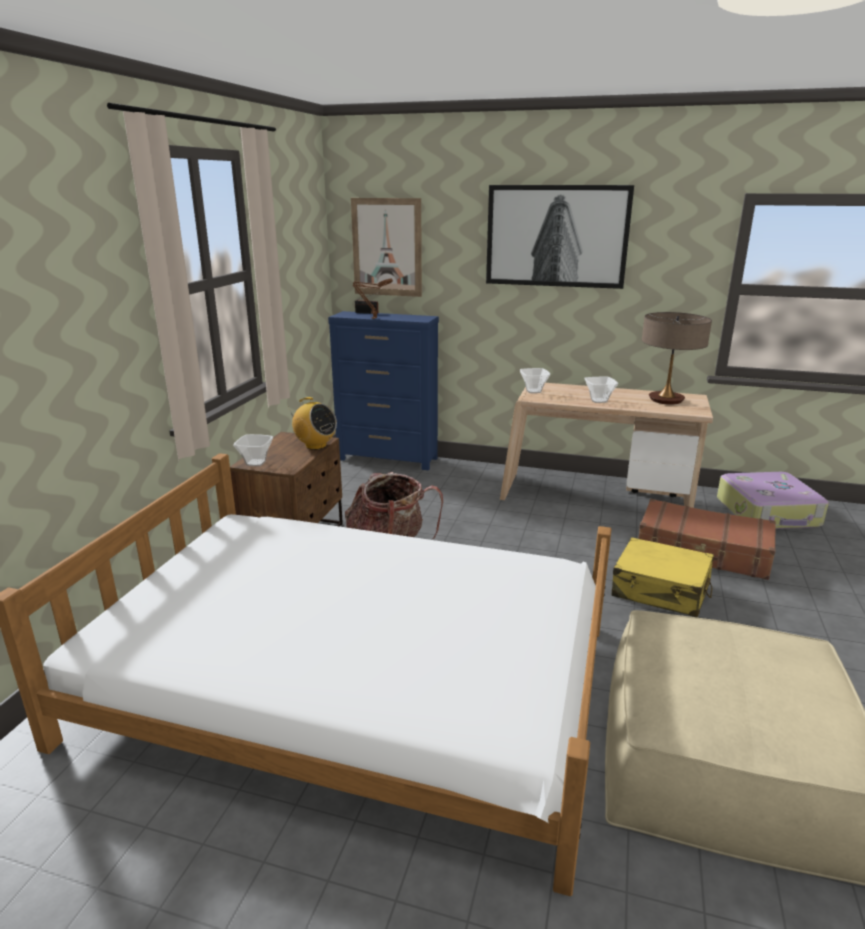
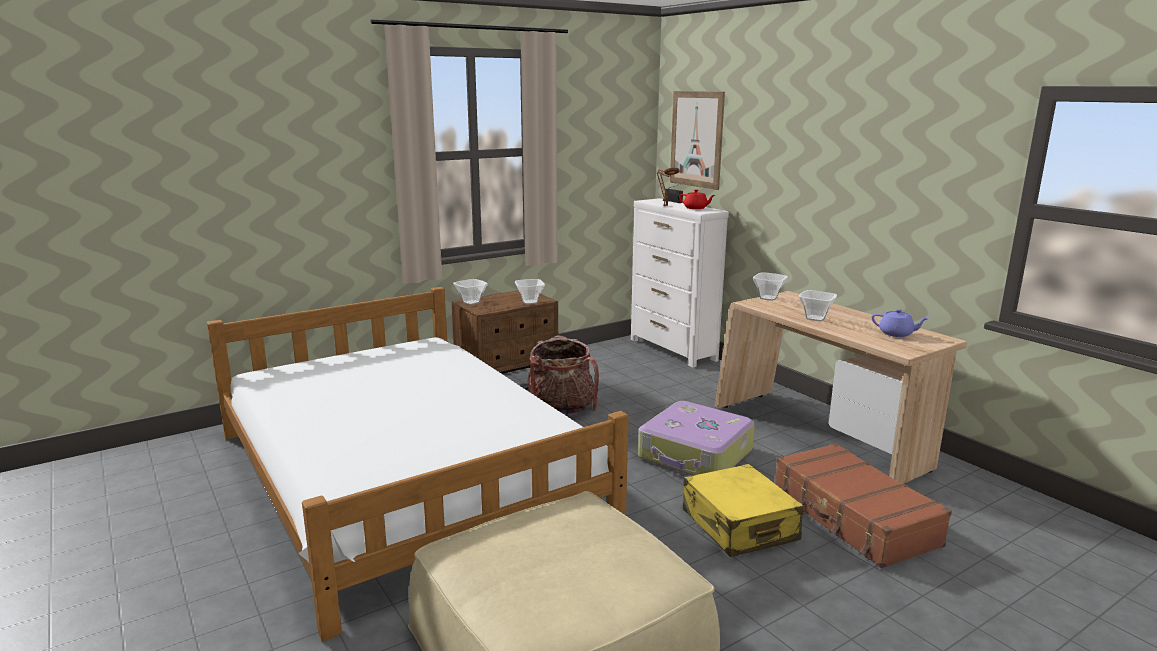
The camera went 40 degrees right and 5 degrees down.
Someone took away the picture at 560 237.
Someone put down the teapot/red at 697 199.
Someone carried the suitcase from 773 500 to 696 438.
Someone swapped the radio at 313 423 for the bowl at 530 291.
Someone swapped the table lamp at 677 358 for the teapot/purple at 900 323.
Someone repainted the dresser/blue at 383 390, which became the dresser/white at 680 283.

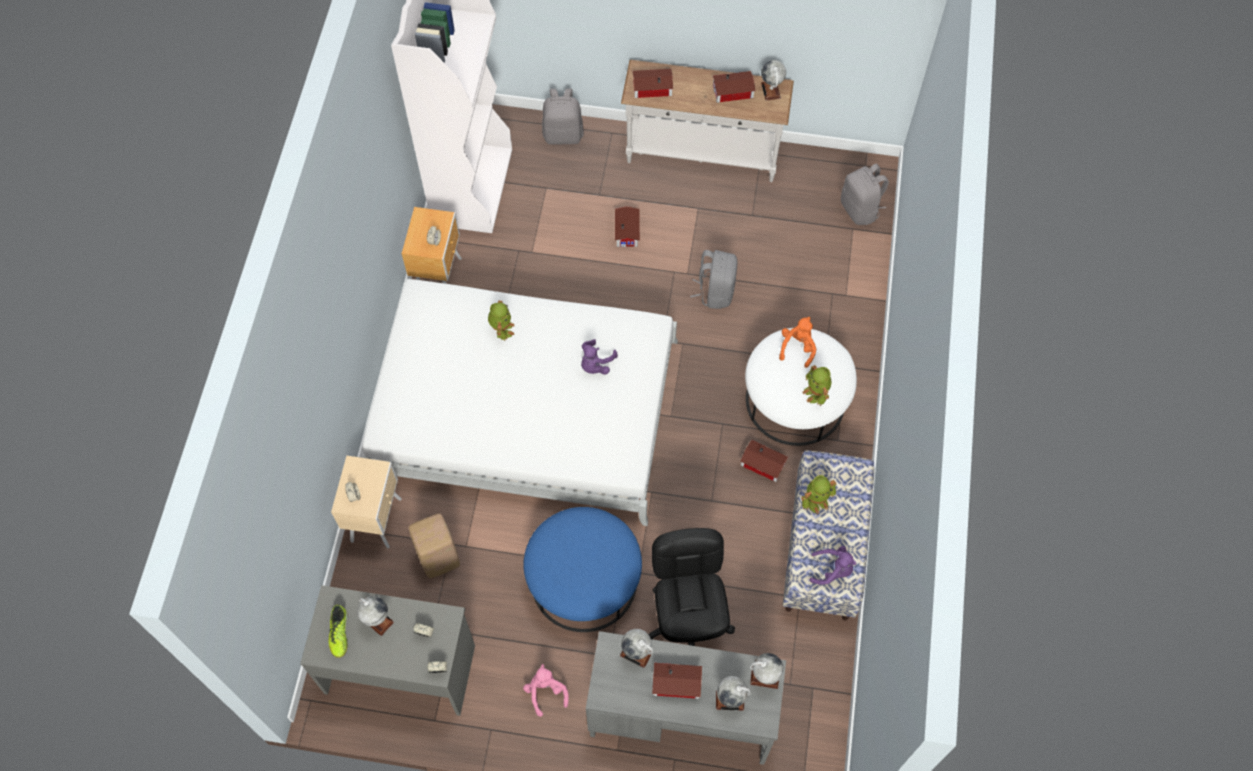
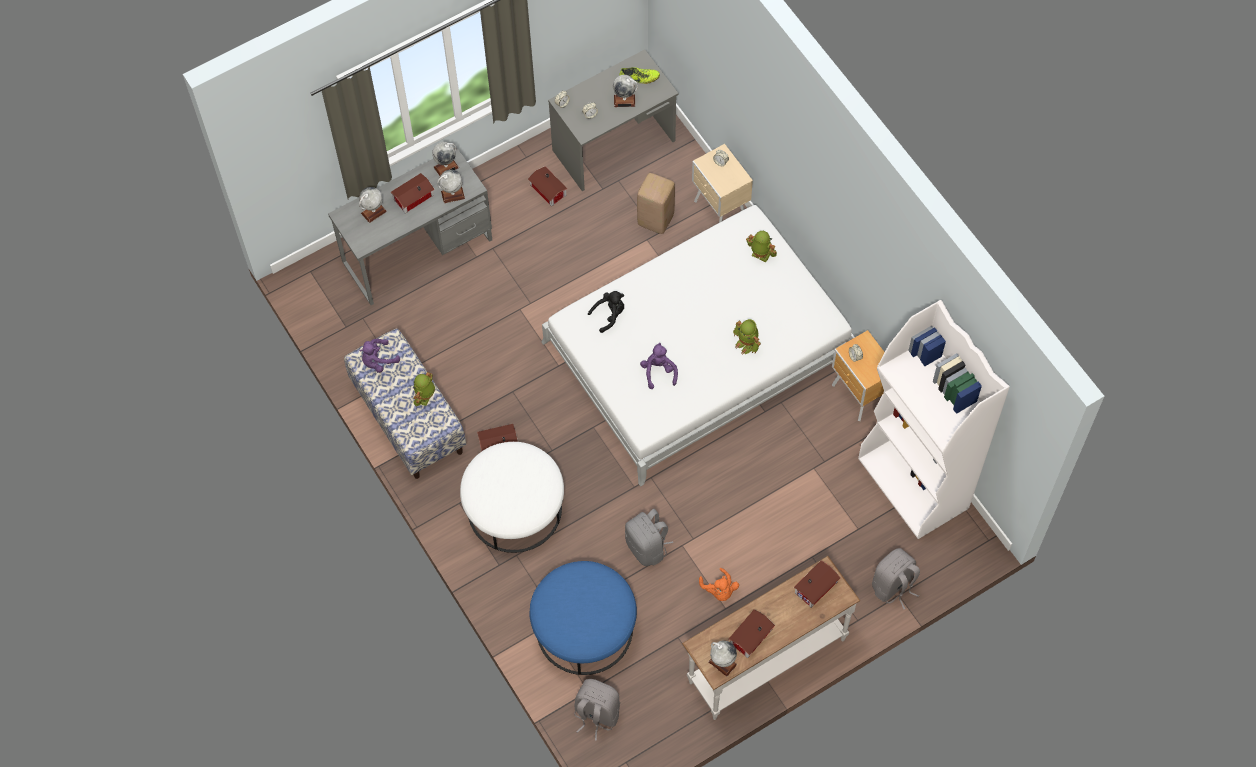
The camera went 140 degrees right and 0 degrees up.
Someone took away the plush toy/pink at 546 690.
Someone took away the office chair/black at 691 587.
Someone put down the plush toy/black at 606 312.
Someone carried the ottoman/blue from 582 569 to 583 618.
Someone carried the toy house from 627 226 to 548 186.
Someone carried the globe from 767 671 to 445 159.
Someone carried the plush toy/orange from 797 342 to 719 584.
Someone carried the toy robot from 816 385 to 761 246.
Someone rotated the shoe at 338 631 by 135 degrees clockwise.

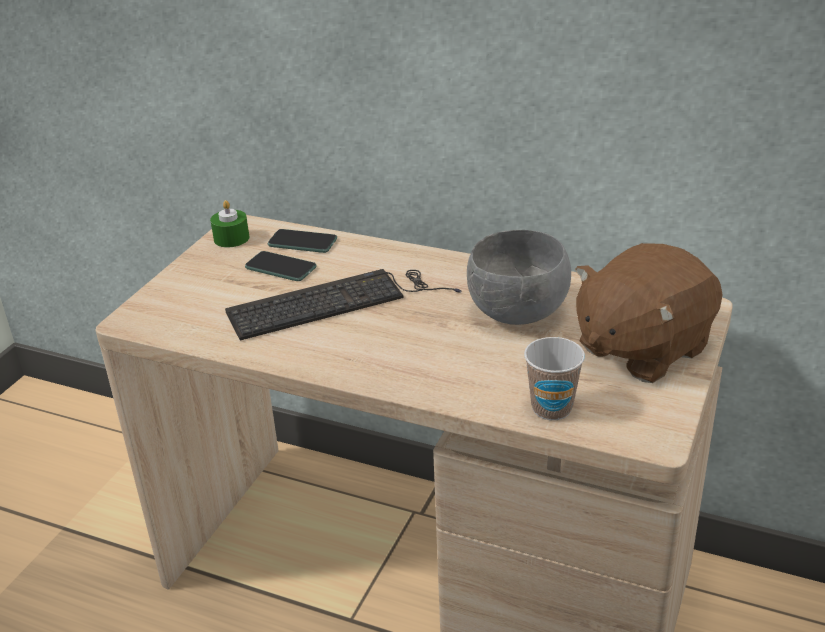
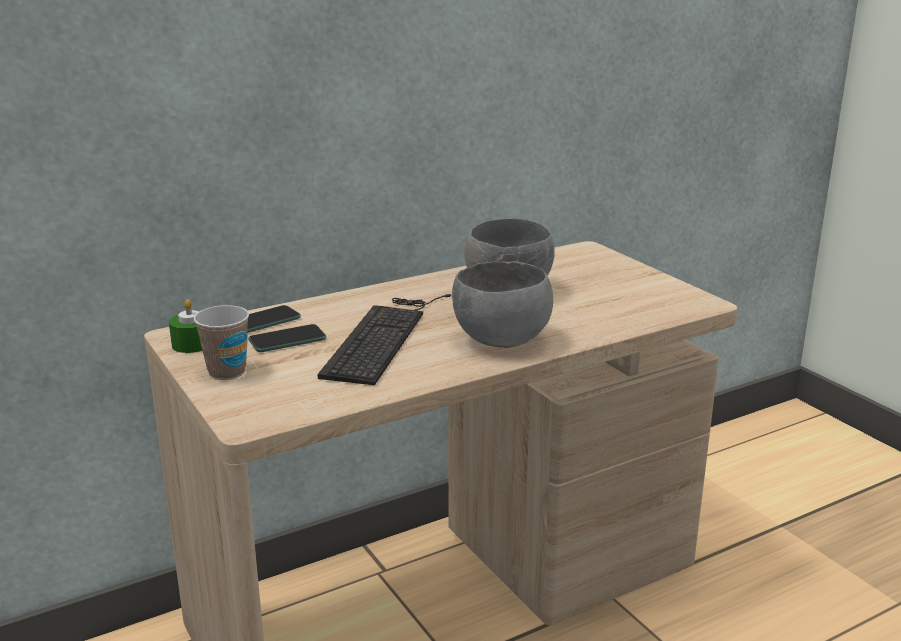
The camera went 55 degrees left and 10 degrees down.
Someone took away the plush toy/brown at 649 313.
Someone put down the bowl/grey at 502 304.
Someone carried the cup from 554 378 to 221 342.

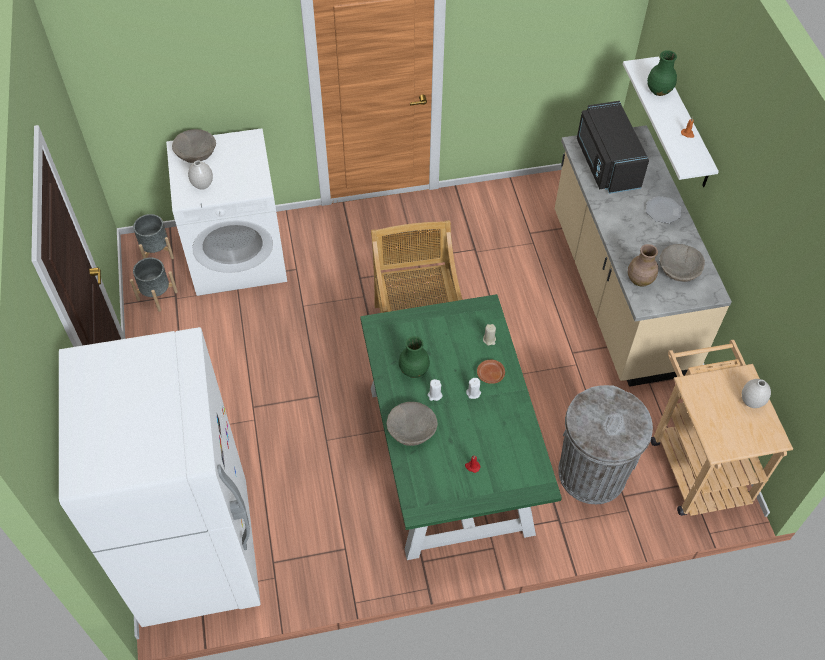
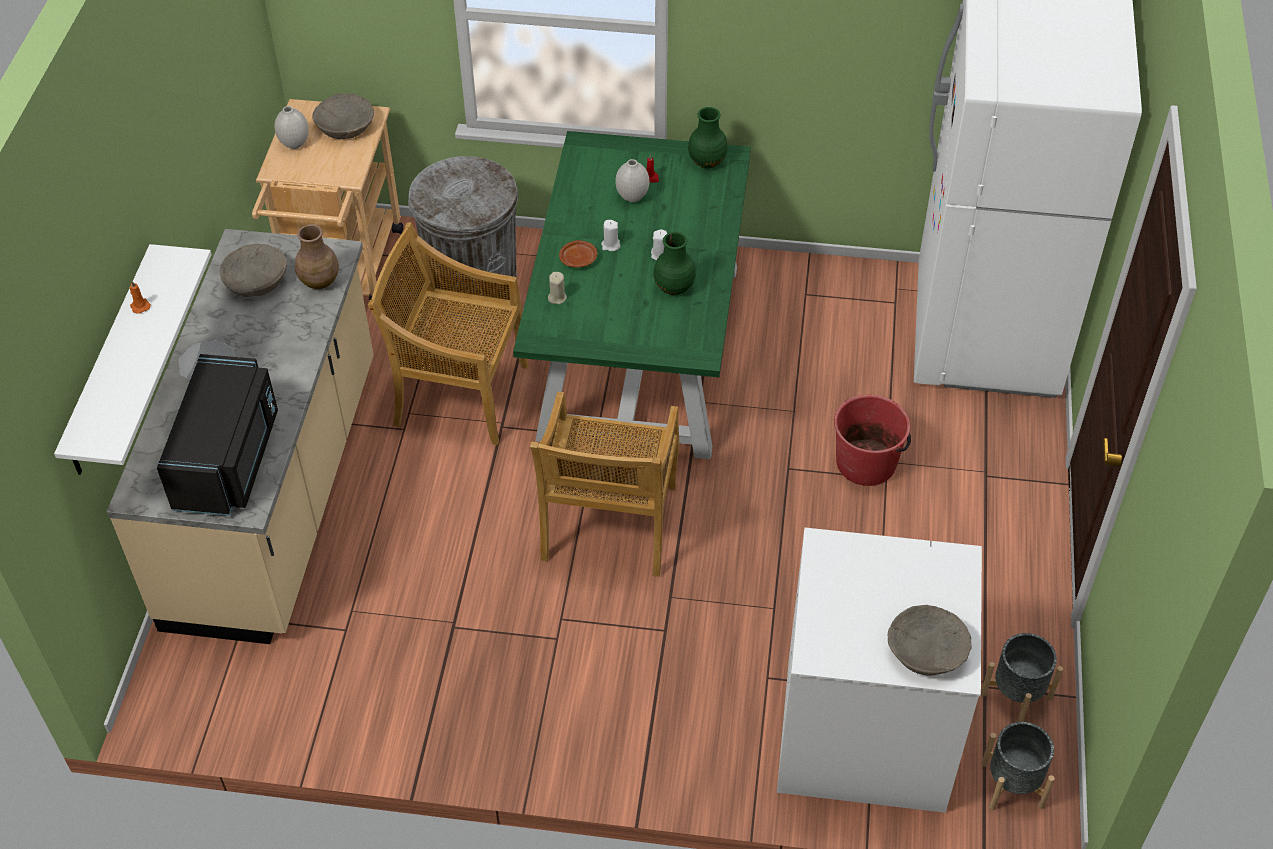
The camera went 160 degrees left and 5 degrees down.
Someone put down the chair/beige at 448 333.
Someone put down the bucket/red at 872 440.
Someone carried the vase/white from 200 175 to 632 180.
Someone carried the bowl/beige from 412 424 to 343 116.
Someone carried the vase/green from 662 73 to 708 138.

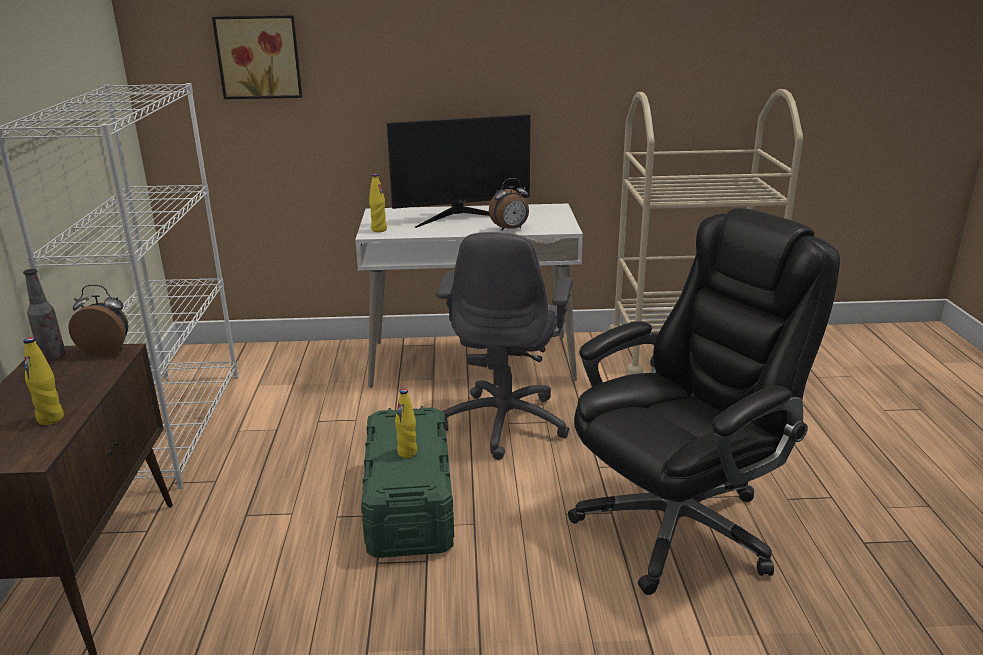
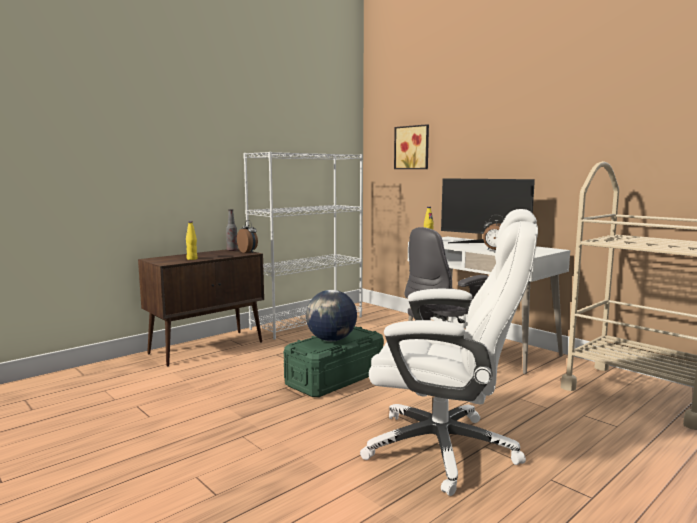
The camera went 50 degrees right and 15 degrees down.
Someone swapped the bottle/yellow at 406 423 for the globe at 331 315.
Someone repainted the office chair/black at 704 401, which became the office chair/white at 449 352.

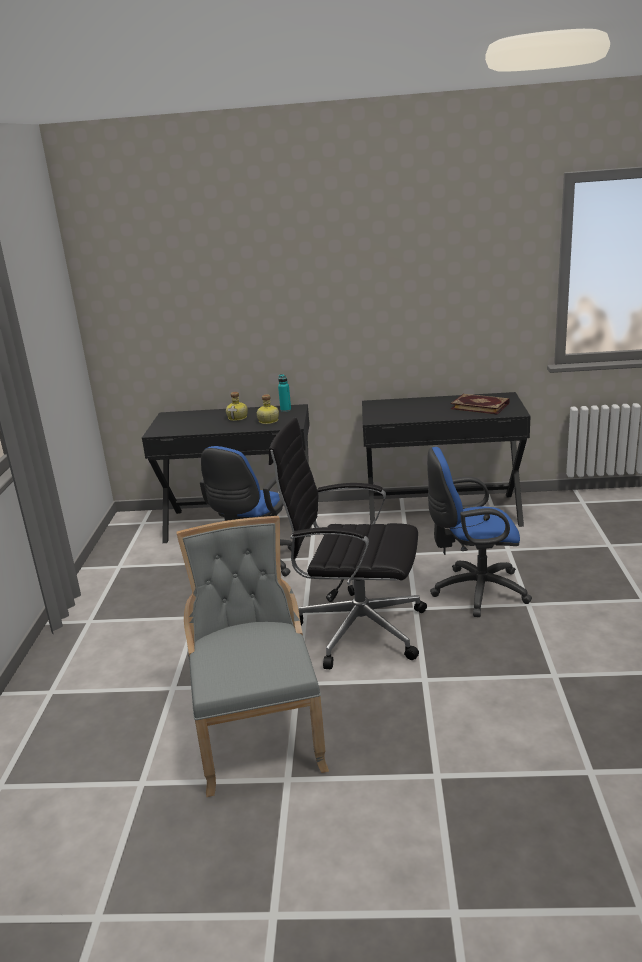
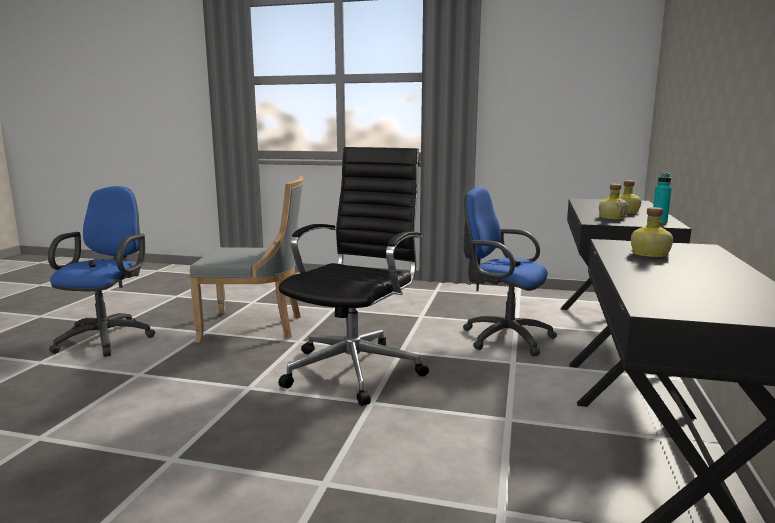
The camera went 100 degrees right and 10 degrees down.
Someone took away the book at 480 404.
Someone put down the bottle at 652 232.
Someone carried the office chair/blue from 479 532 to 101 271.

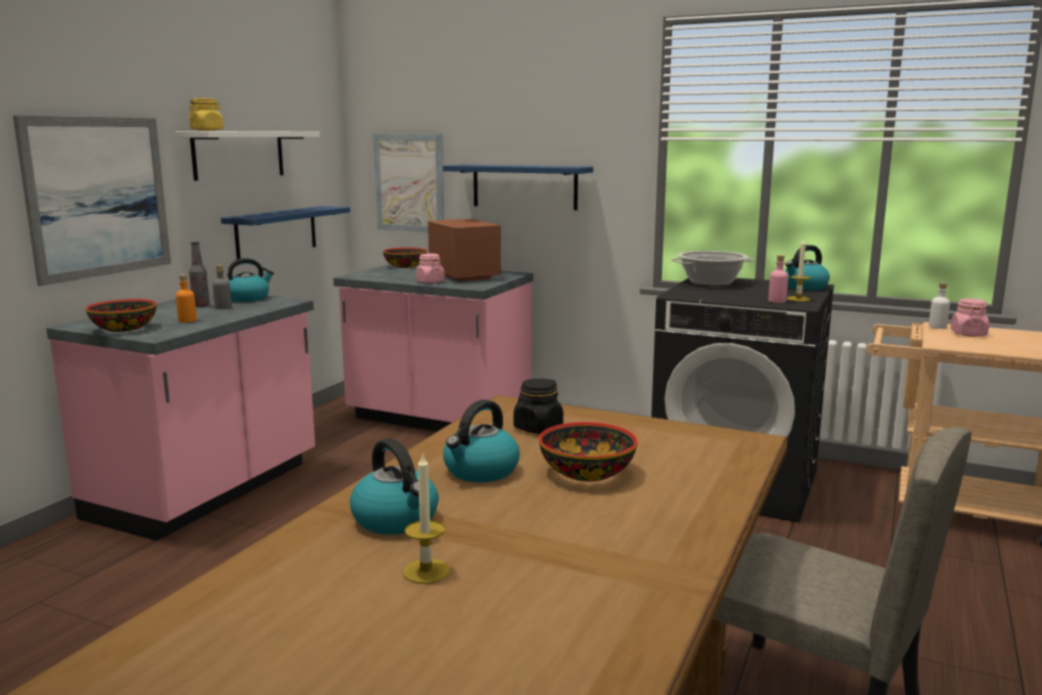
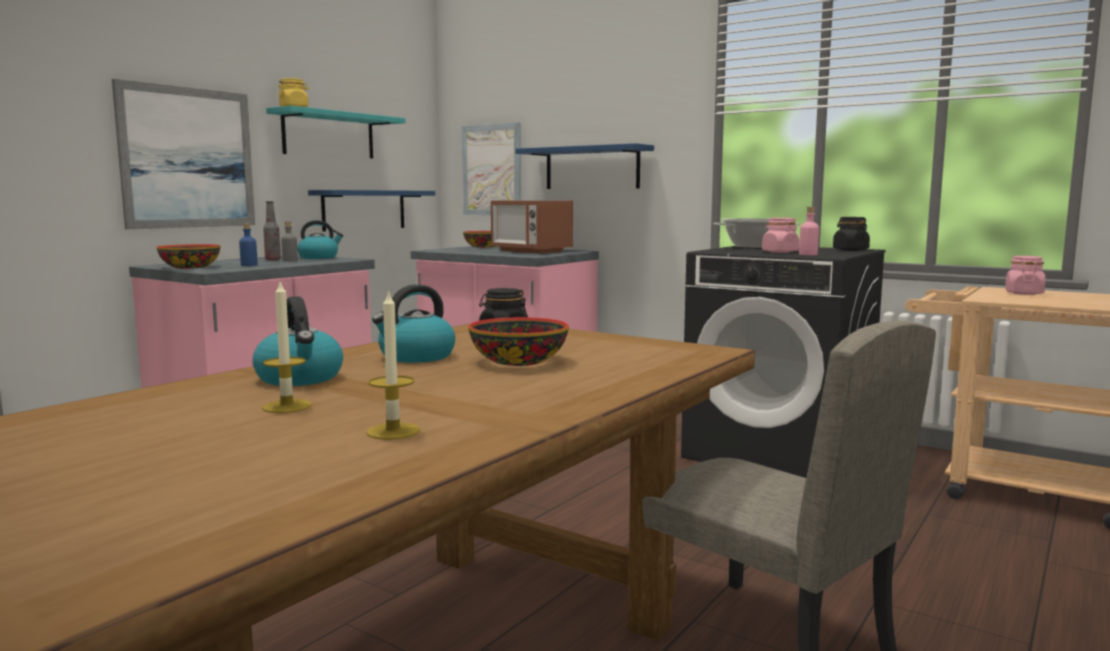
The camera went 10 degrees right and 5 degrees down.
Someone took away the bottle/white at 939 305.
Someone carried the jar/pink from 430 268 to 780 235.
Someone carried the candle from 799 270 to 393 364.
Someone swapped the kettle at 807 267 for the jar/black at 851 234.
Someone repainted the shelf/white at 247 156, which became the shelf/turquoise at 336 131.
Someone repainted the bottle/orange at 186 299, which became the bottle/blue at 248 244.
Someone rotated the microwave at 464 250 by 150 degrees clockwise.

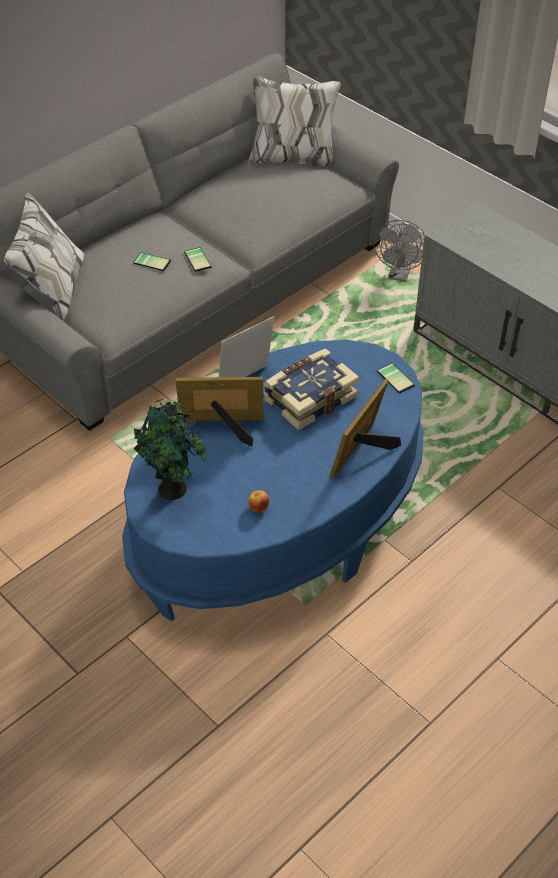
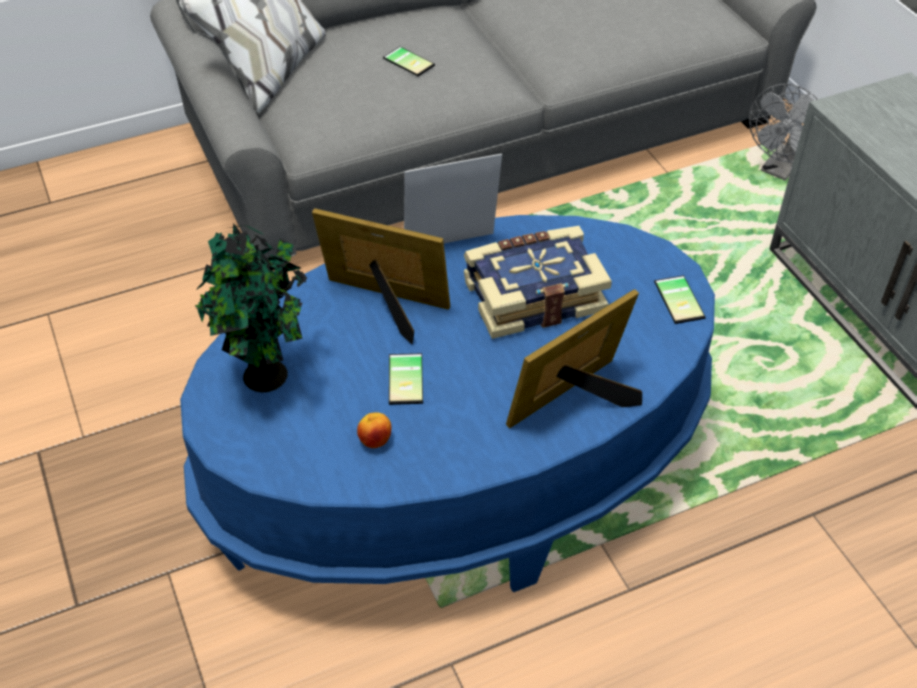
The camera went 20 degrees right and 0 degrees up.
Someone carried the phone from 198 259 to 406 379.

